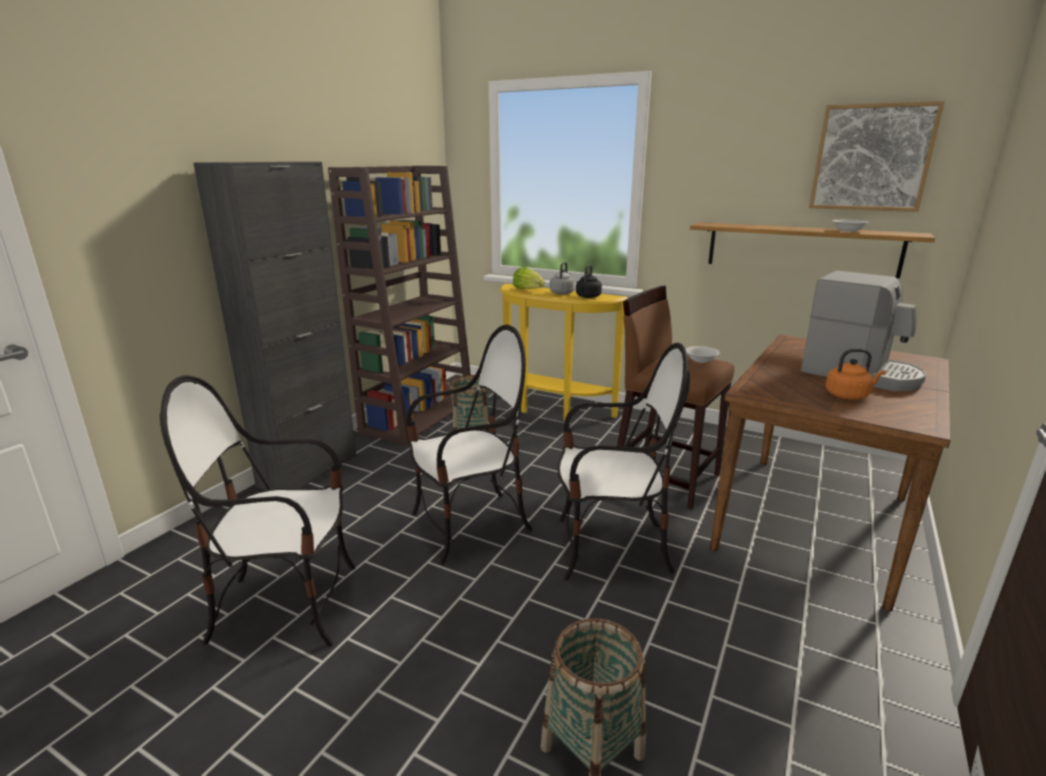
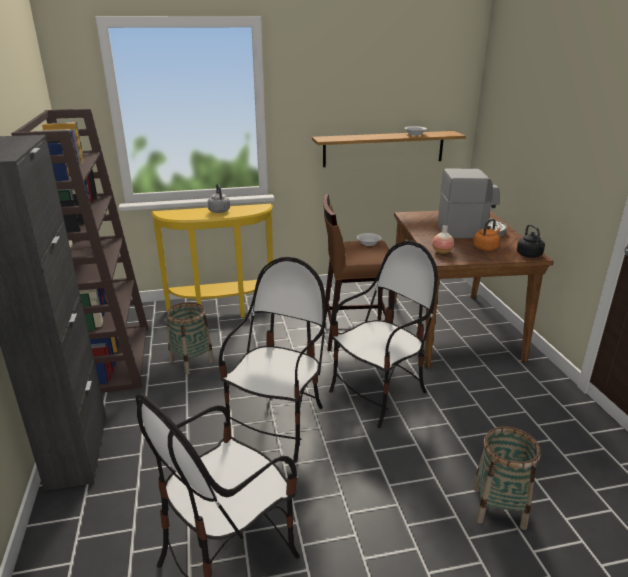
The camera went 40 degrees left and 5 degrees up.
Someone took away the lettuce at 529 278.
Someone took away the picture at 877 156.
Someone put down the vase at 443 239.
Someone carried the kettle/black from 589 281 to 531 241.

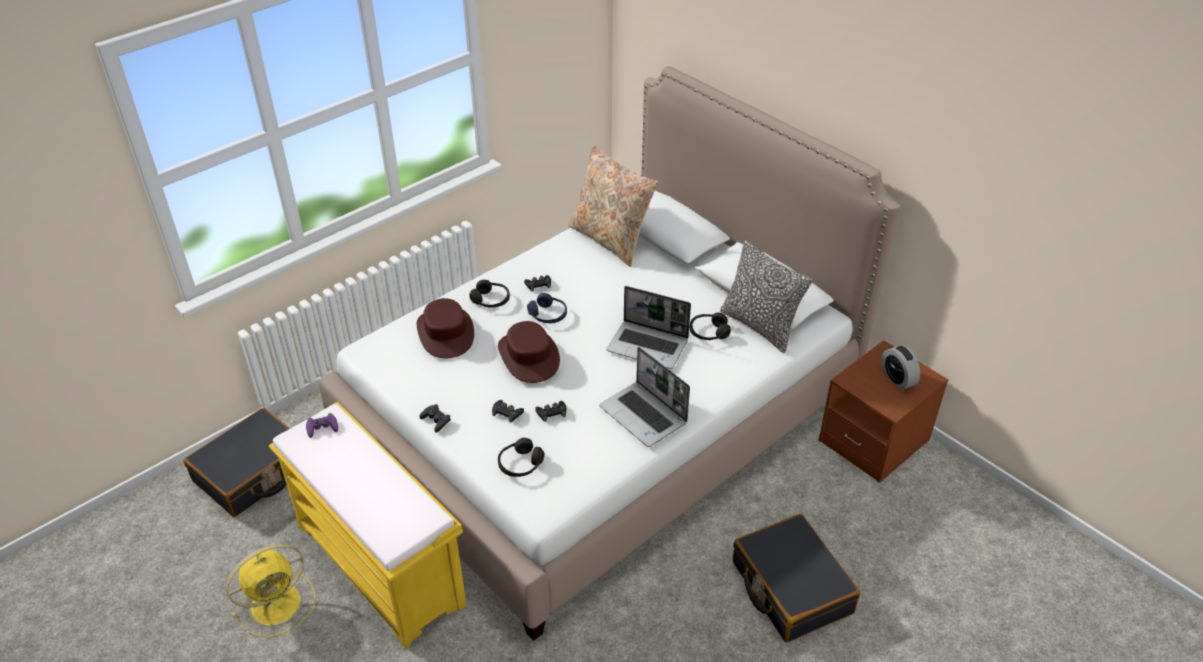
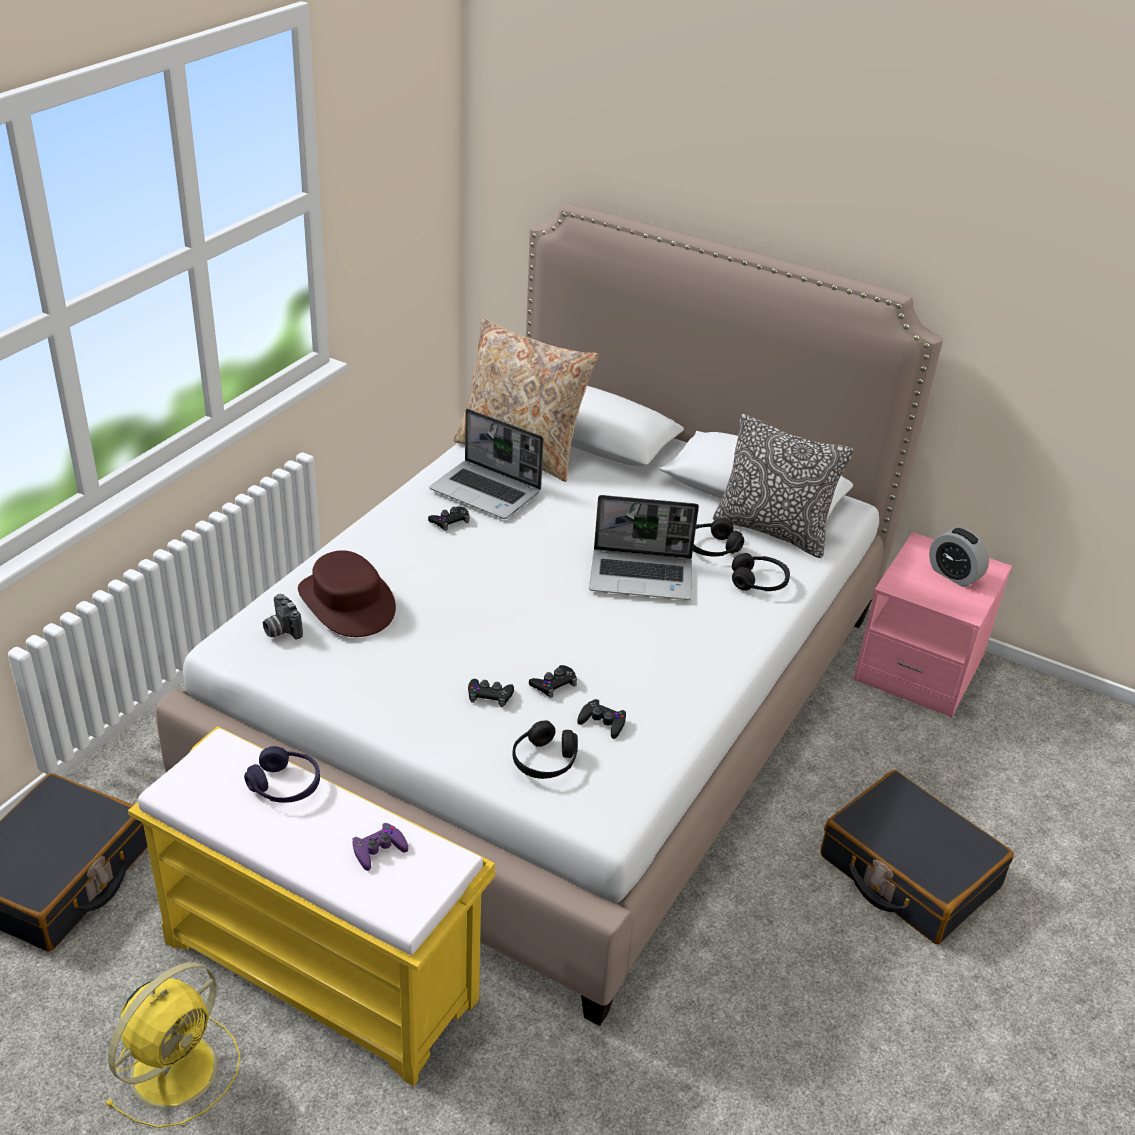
The camera went 20 degrees left and 5 degrees down.
Someone took away the hat/brown at 529 352.
Someone put down the photo camera at 283 617.
Someone carried the game controller/purple from 322 425 to 380 847.
Someone carried the game controller/black from 435 418 to 601 719.
Someone carried the headphones/black from 489 294 to 761 572.
Someone carried the headphones/purple from 547 308 to 282 774.
Someone carried the laptop from 644 397 to 486 464.
Someone repainted the nightstand/brown at 883 411, which became the nightstand/pink at 932 625.

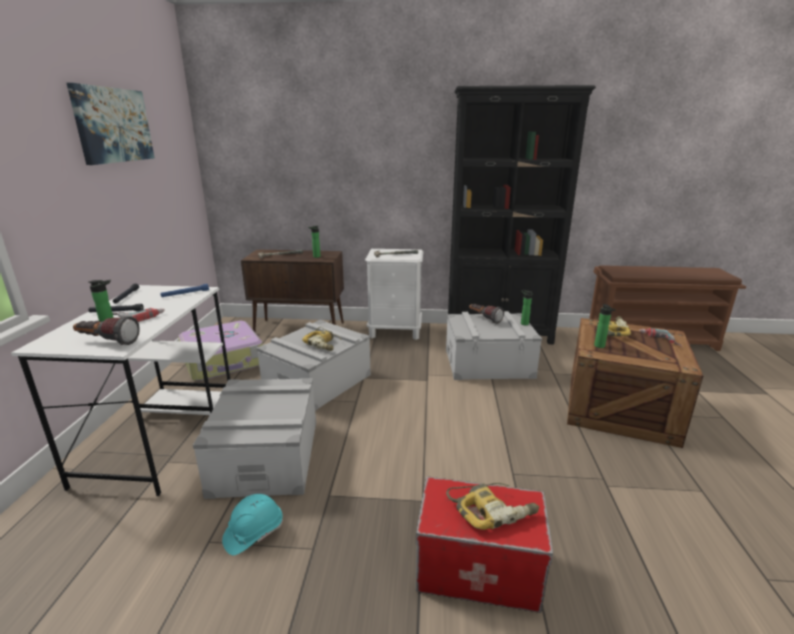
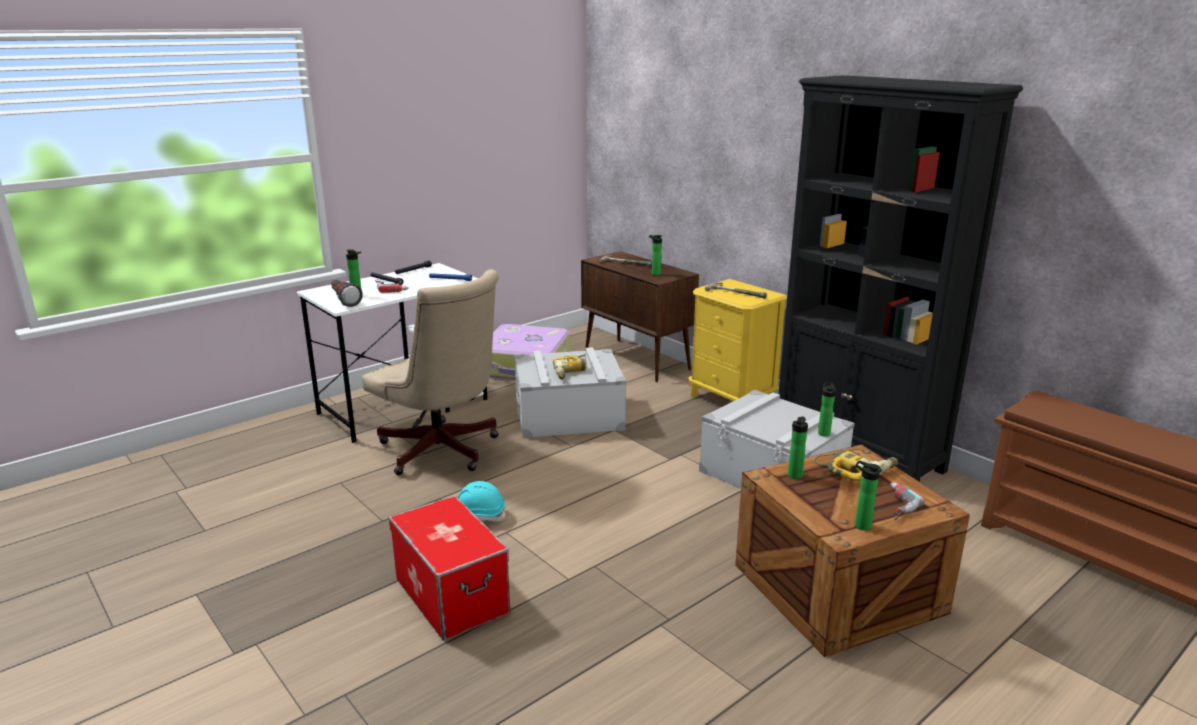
The camera went 45 degrees right and 0 degrees up.
Someone took away the picture at 111 124.
Someone took away the power drill at 492 506.
Someone took away the flashlight at 486 314.
Someone put down the bottle at 868 495.
Someone carried the hard hat/turquoise from 252 524 to 482 501.
Someone swapped the storage box/grey at 254 438 for the office chair/beige at 430 372.
Someone repainted the nightstand/white at 394 294, which became the nightstand/yellow at 738 340.

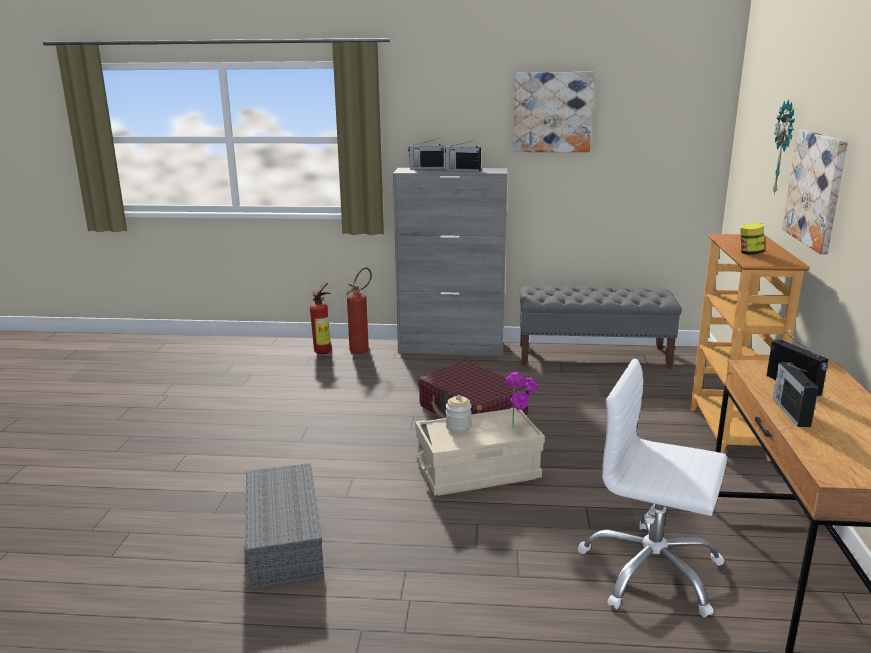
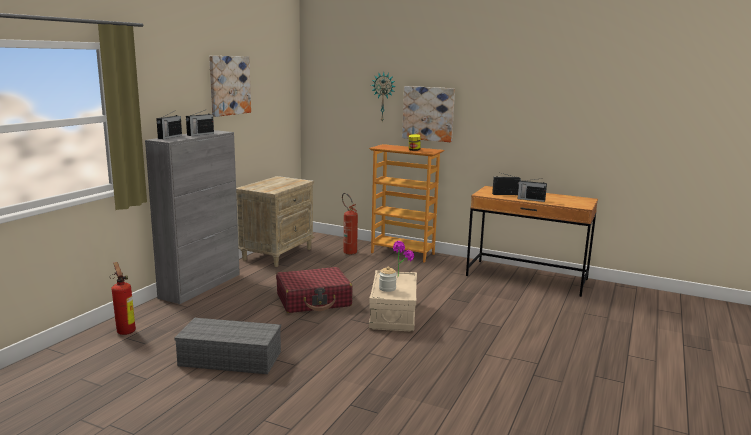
The camera went 70 degrees left and 5 degrees down.
Someone took away the office chair/white at 652 488.
Someone carried the storage box/grey from 284 526 to 227 346.
Someone carried the fire extinguisher from 359 310 to 350 224.
Someone swapped the bench/grey at 601 327 for the nightstand/beige at 275 221.

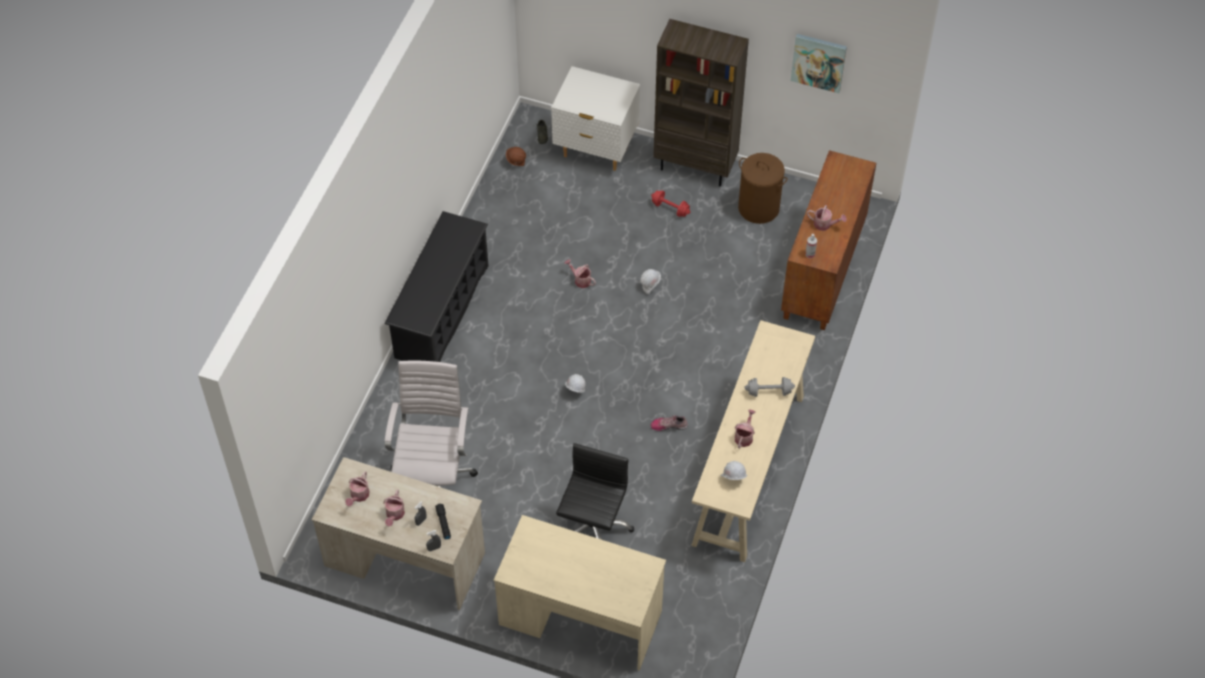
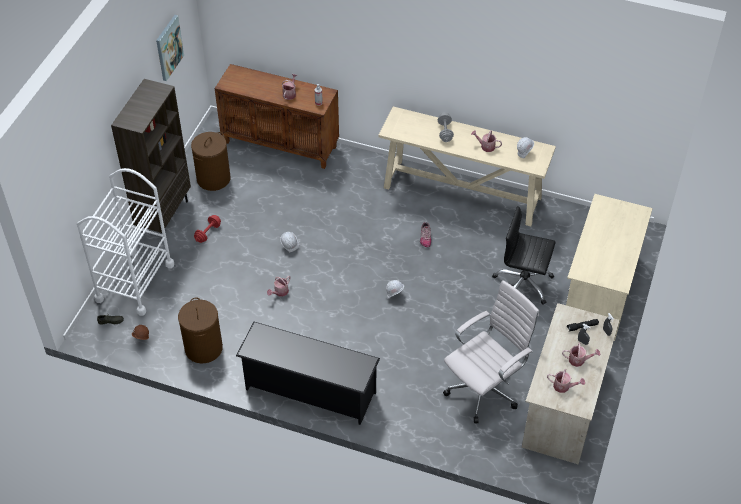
The camera went 90 degrees left and 5 degrees down.
Someone put down the laundry basket/brown at 200 330.
Someone swapped the nightstand/white at 595 118 for the cart/white at 125 242.
Someone rotated the office chair/white at 431 424 by 135 degrees clockwise.

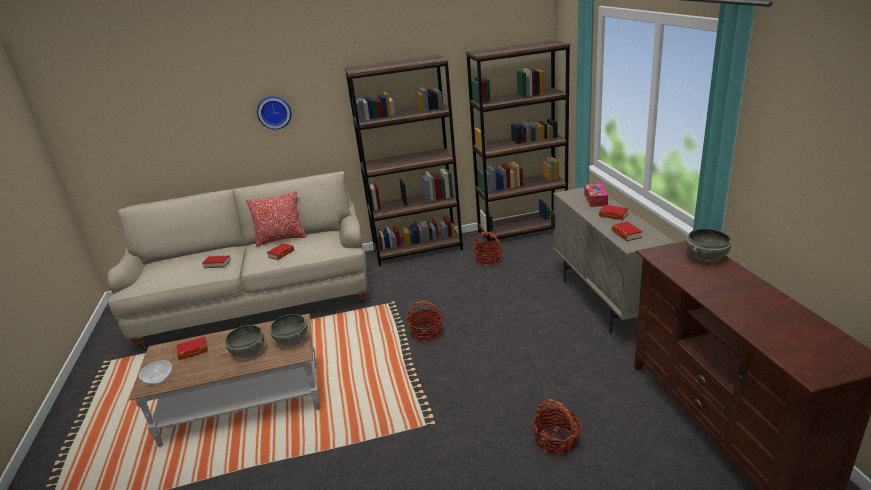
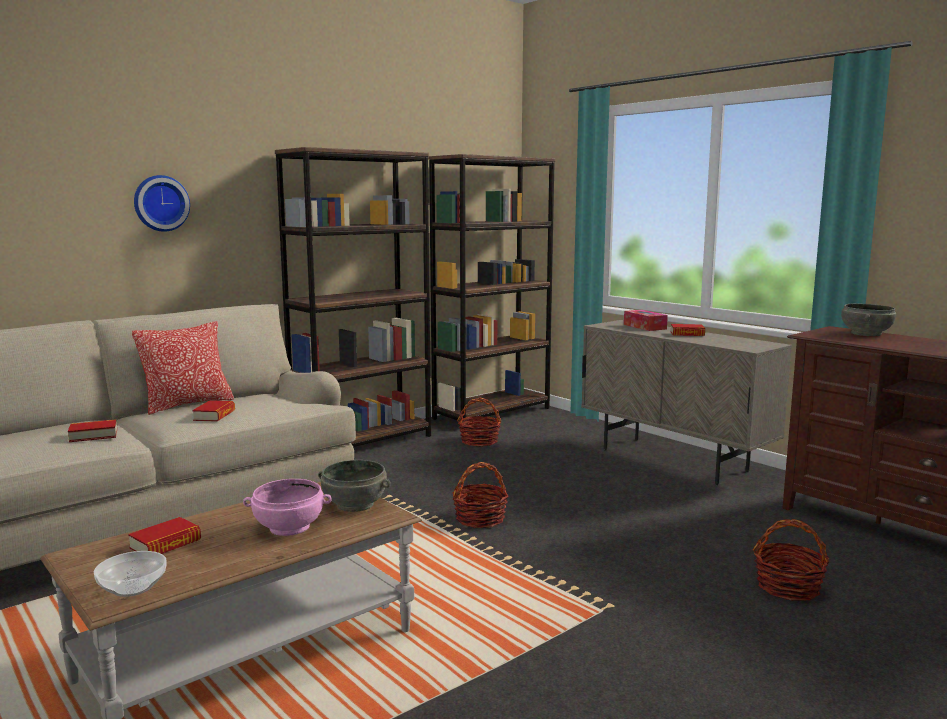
The camera went 30 degrees left and 15 degrees down.
Someone took away the book at 627 231.
Someone repainted the bowl/grey at 244 341, which became the bowl/pink at 287 507.

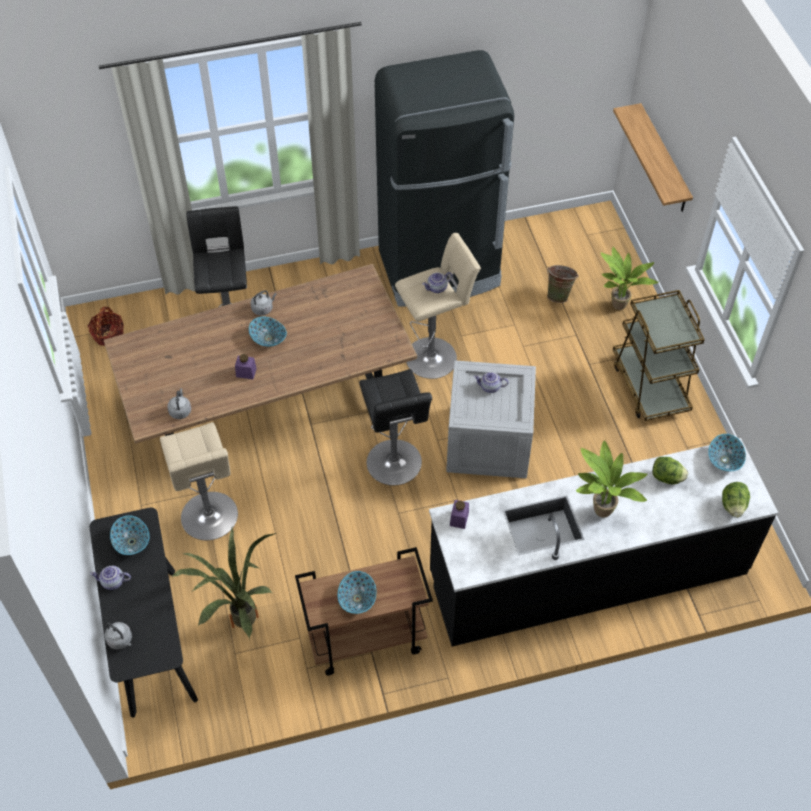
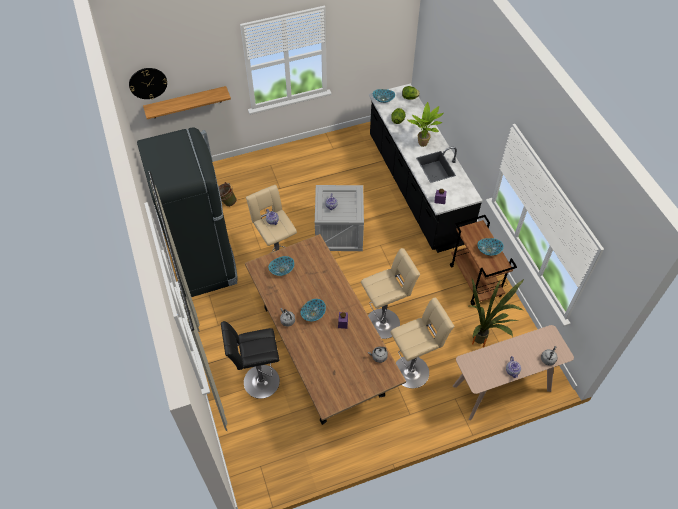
The camera went 95 degrees left and 0 degrees up.
Someone took away the basket at 106 326.
Someone took away the stool/black at 395 427.
Someone took away the potted plant at 629 278.
Someone took away the cart/brown at 659 355.
Someone put up the wall clock at 148 83.
Someone put down the stool/beige at 390 293.
Someone carried the bowl from 129 535 to 281 266.
Someone repainted the console table/black at 143 612, which became the console table/beige at 513 372.

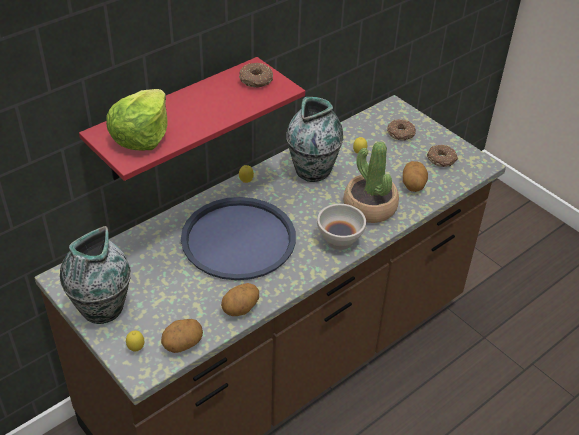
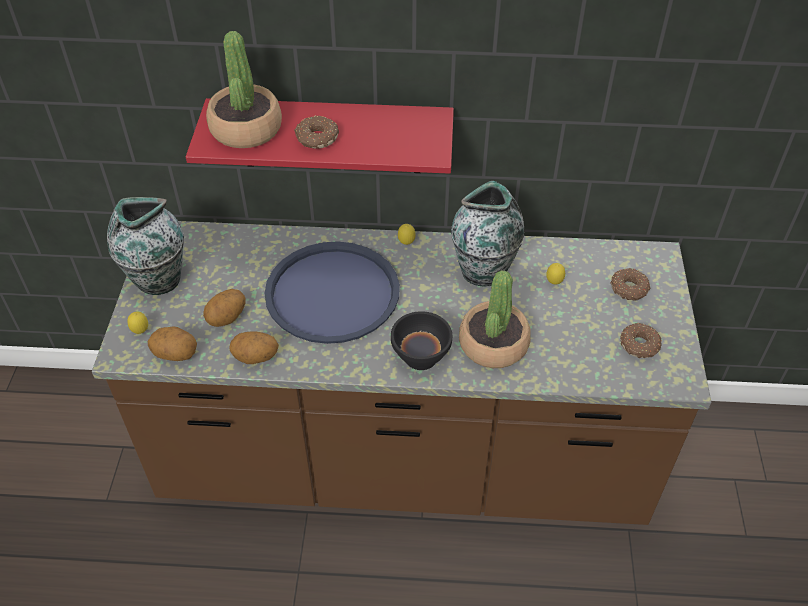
The camera went 45 degrees right and 5 degrees up.
Someone carried the donut from 256 75 to 316 132.
Someone carried the potato from 415 176 to 224 308.
Someone swapped the lettuce at 137 119 for the potted plant at 244 89.
Someone repainted the bowl/white at 341 227, which became the bowl/black at 421 340.

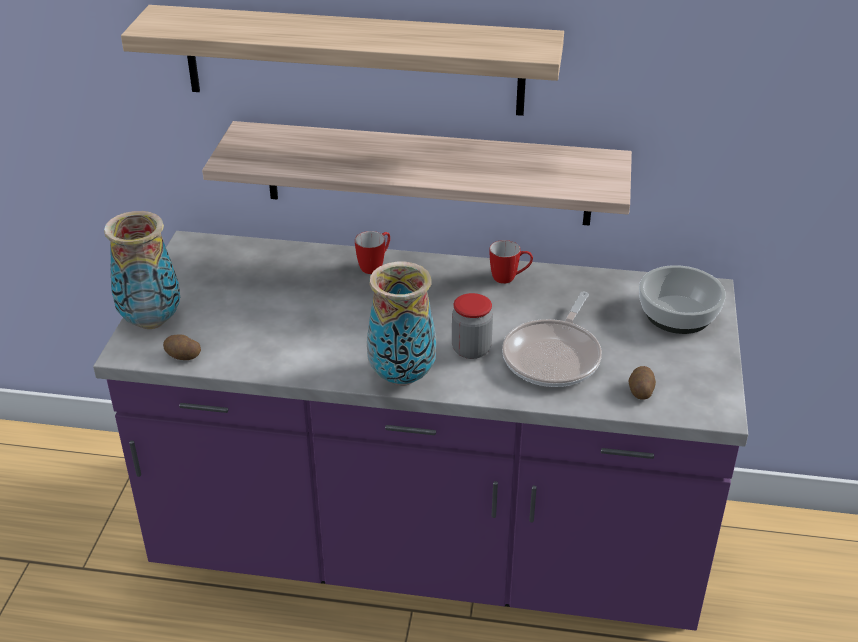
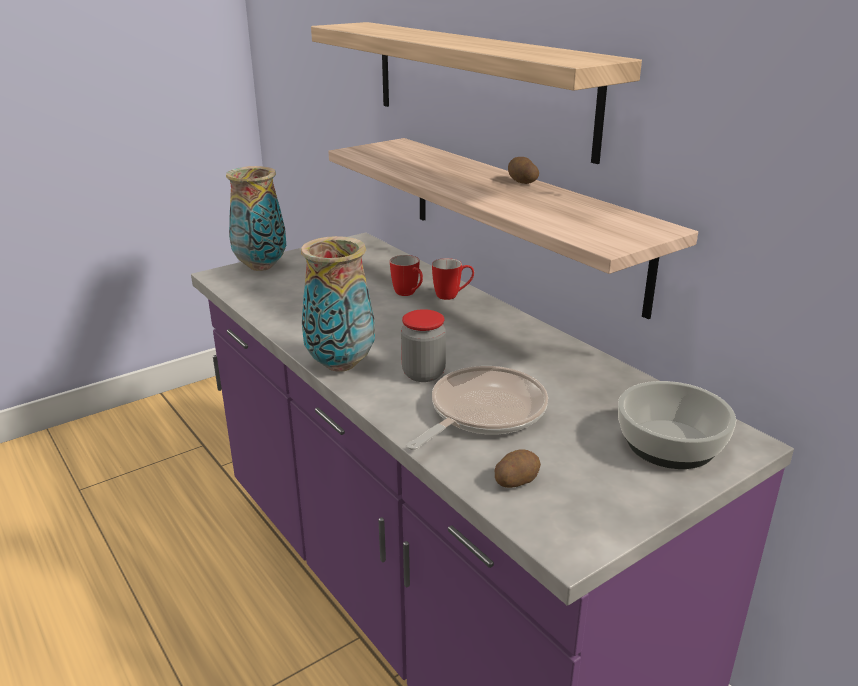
The camera went 45 degrees right and 10 degrees down.
Someone carried the potato from 182 347 to 523 170.
Someone carried the mug from 511 262 to 406 275.
Someone rotated the frying pan at 552 339 by 150 degrees clockwise.

